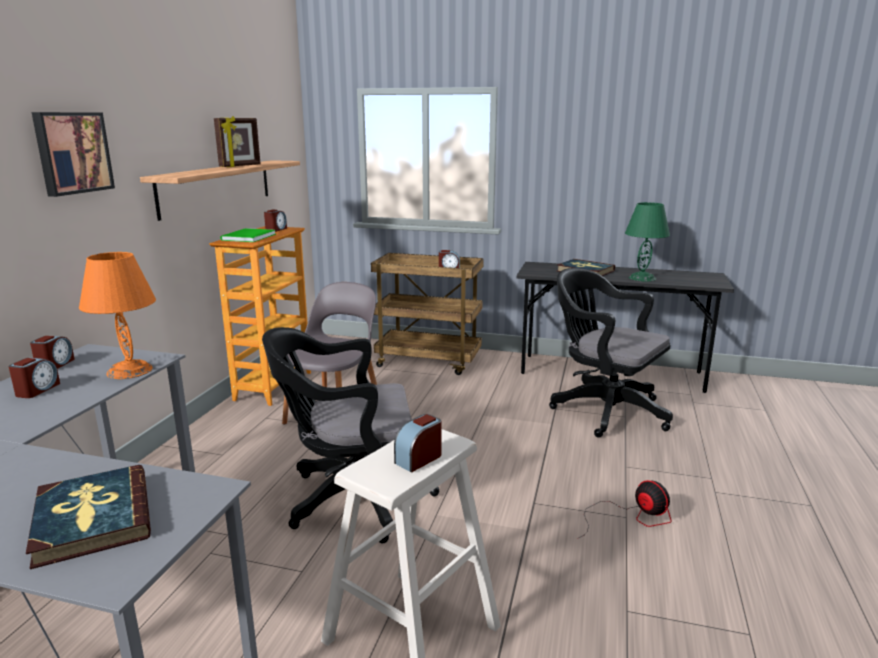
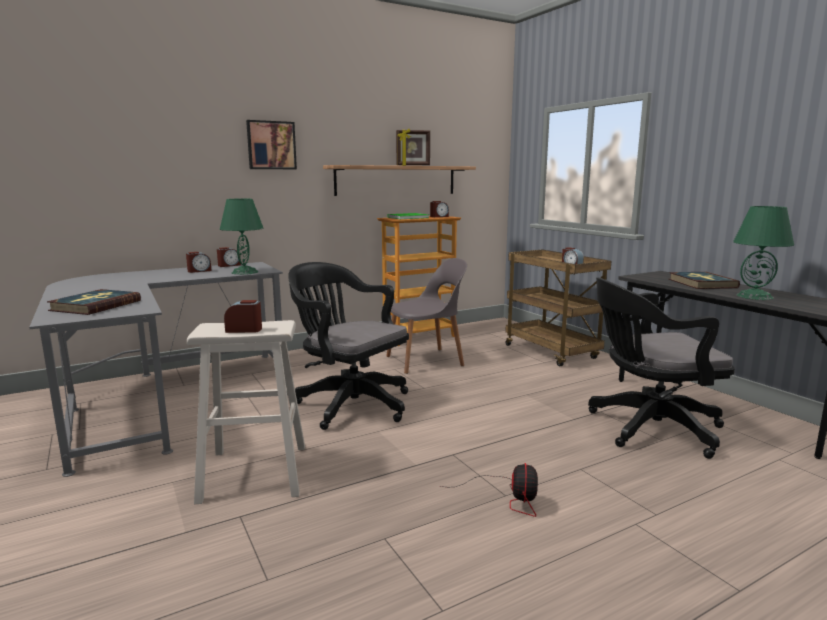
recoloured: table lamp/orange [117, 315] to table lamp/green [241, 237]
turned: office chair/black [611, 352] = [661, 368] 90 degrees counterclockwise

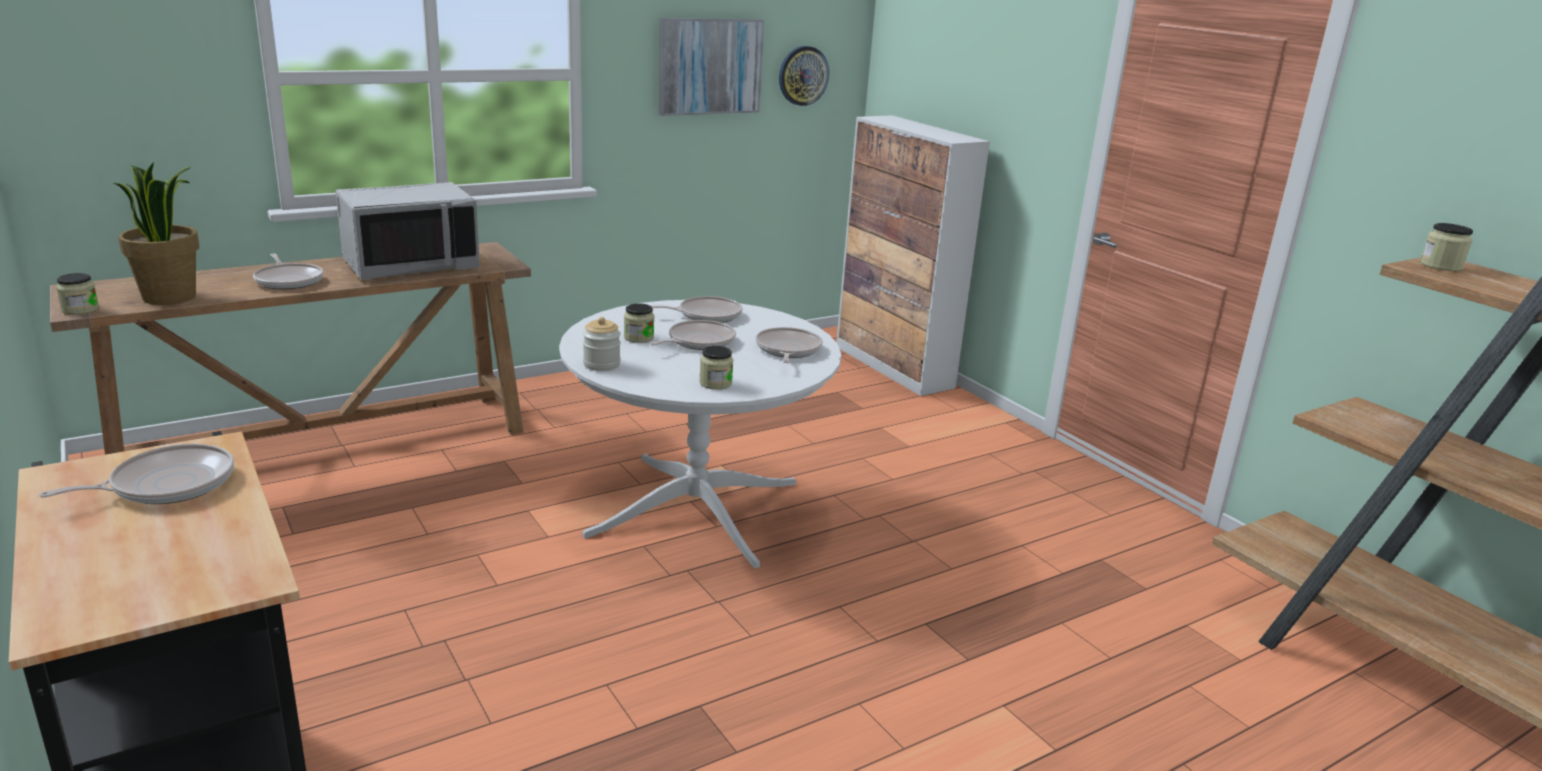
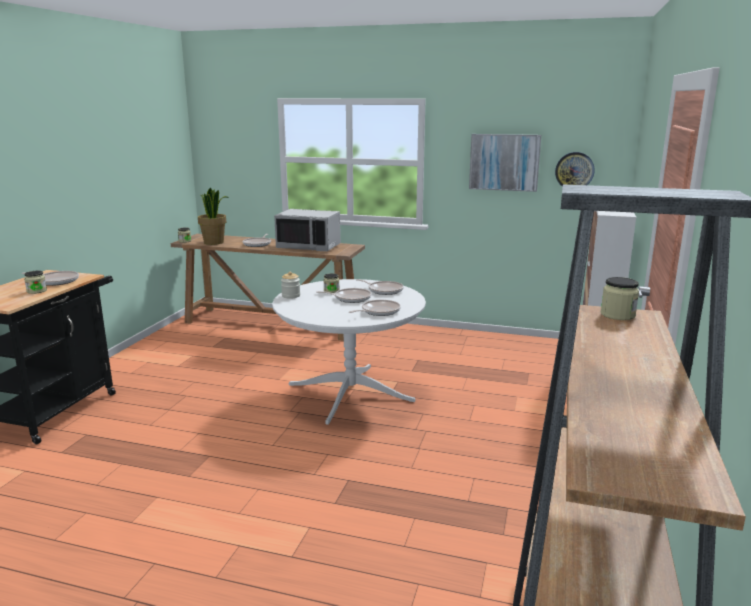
moved: jar [716, 368] to [35, 282]

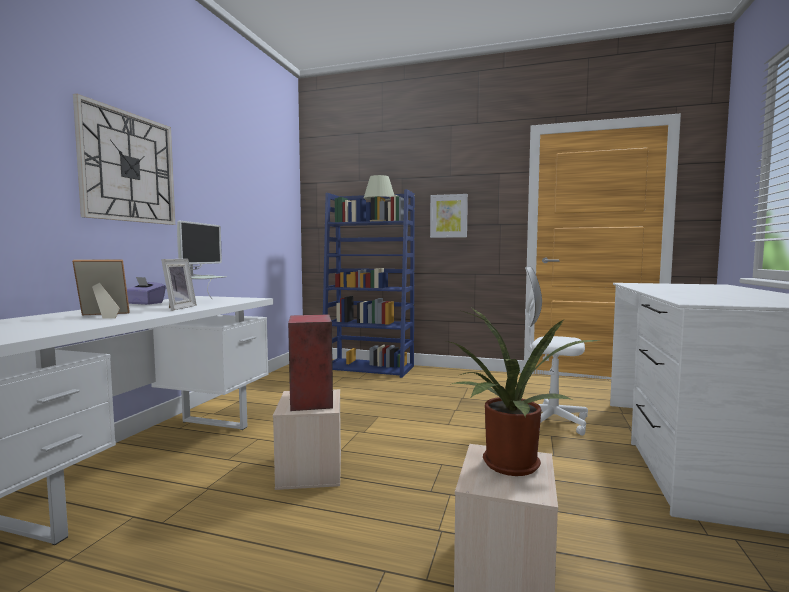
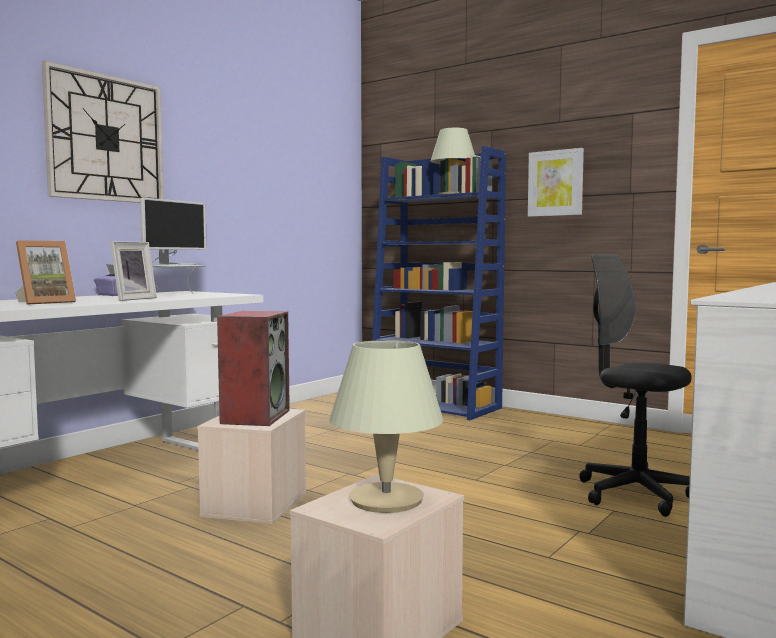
replaced: potted plant [524, 392] to table lamp/beige [386, 426]
recoloured: office chair/white [556, 351] to office chair/black [635, 386]
turned: picture frame [101, 289] = [45, 272] 135 degrees clockwise

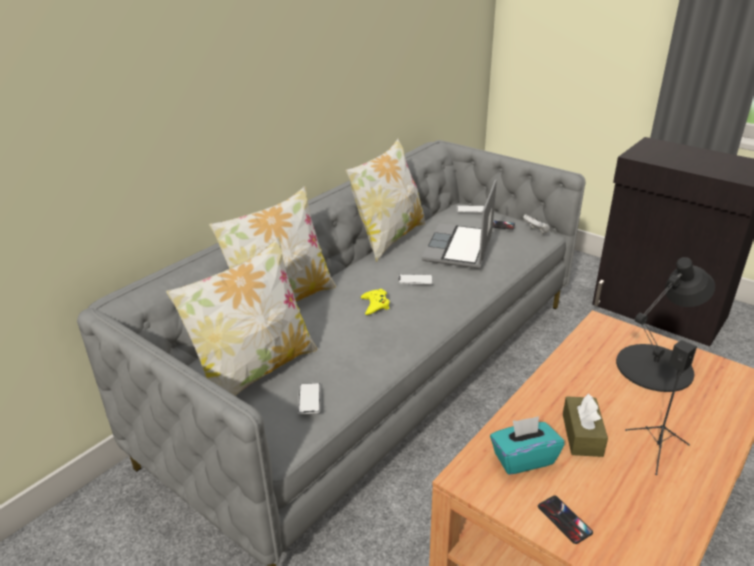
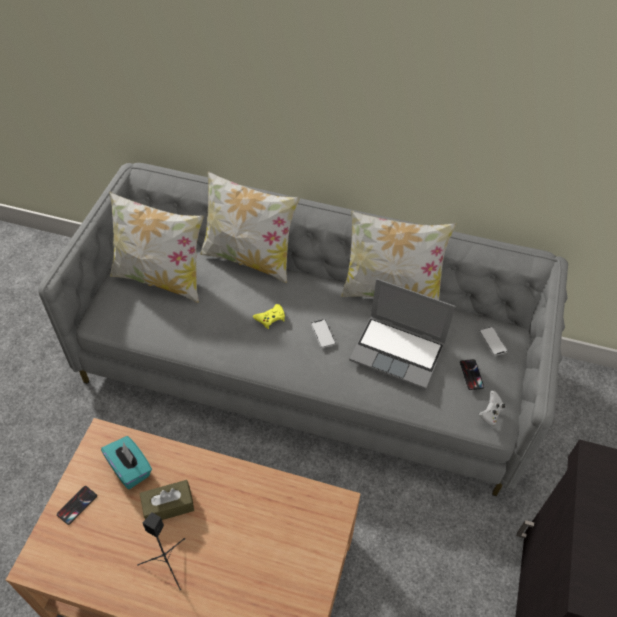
removed: phone [309, 398]; table lamp/black [665, 324]
turned: laptop [459, 224] = [402, 334] 150 degrees counterclockwise

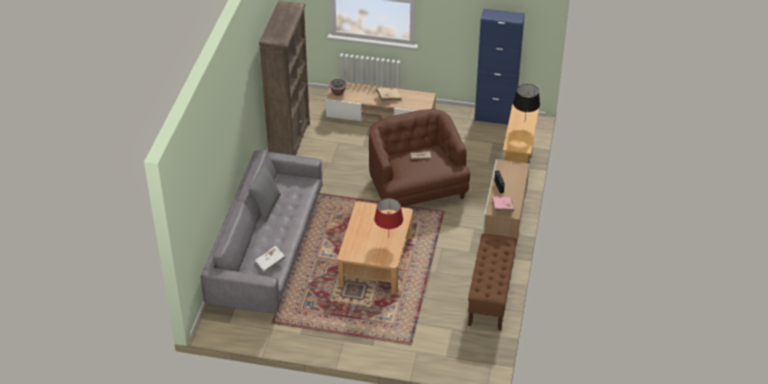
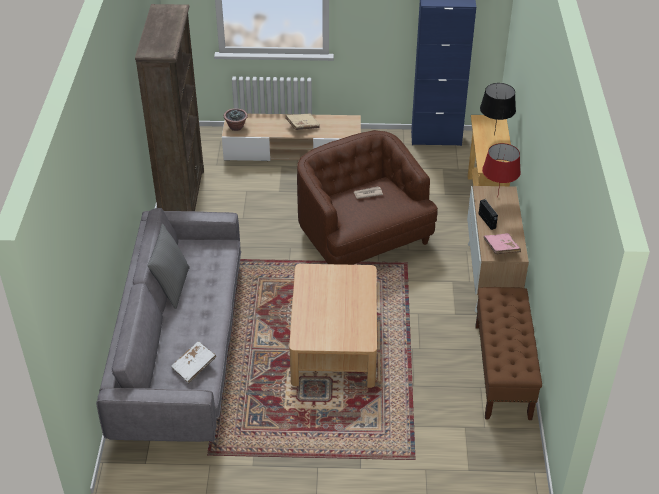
moved: table lamp/red [388, 213] to [501, 170]

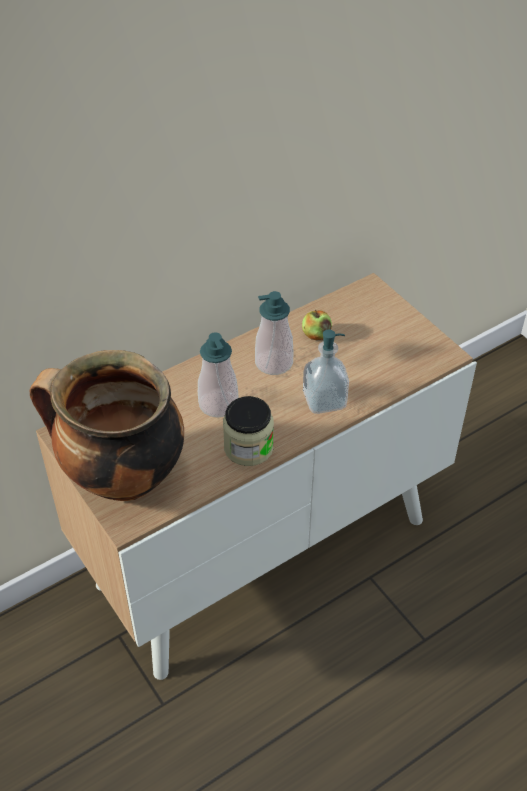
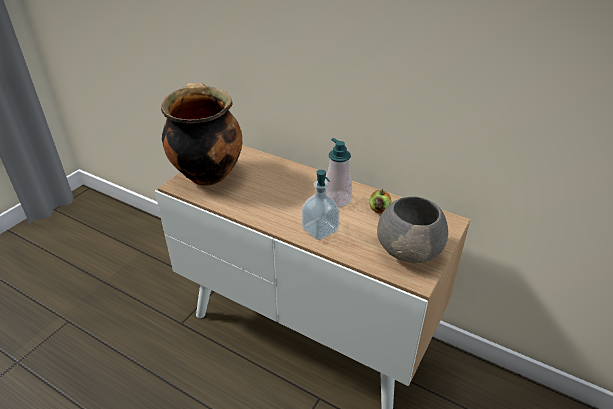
removed: soap dispenser [218, 375]; jar [248, 431]
added: bowl/grey [412, 229]

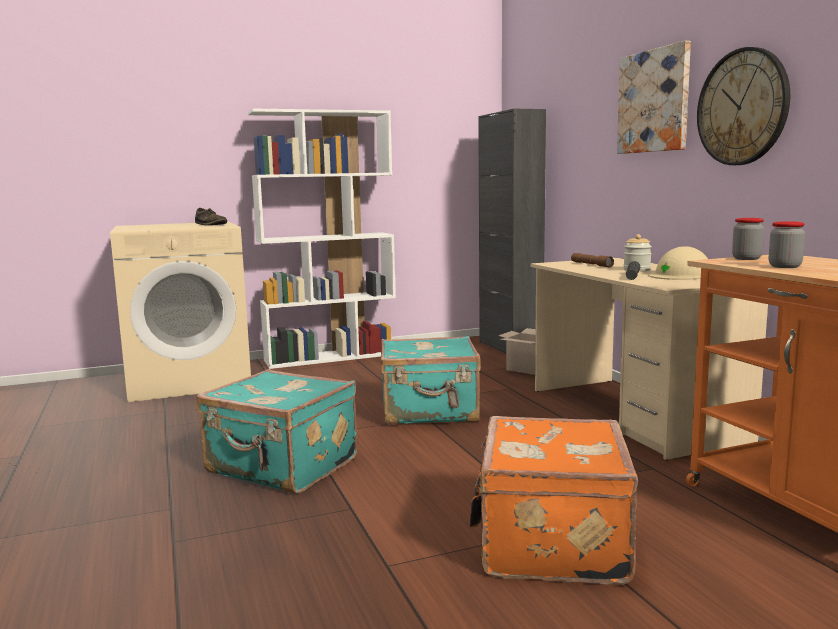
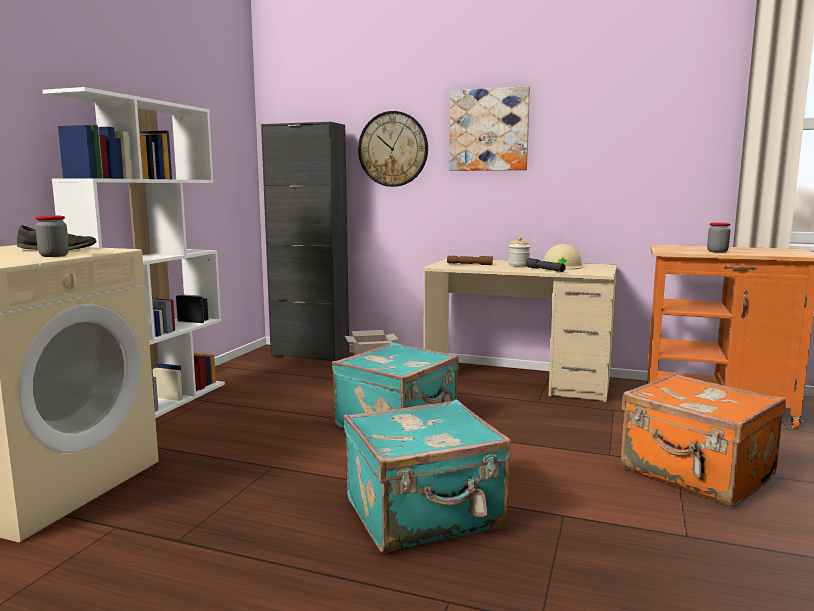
moved: wall clock [743, 106] to [393, 149]; jar [748, 239] to [52, 236]

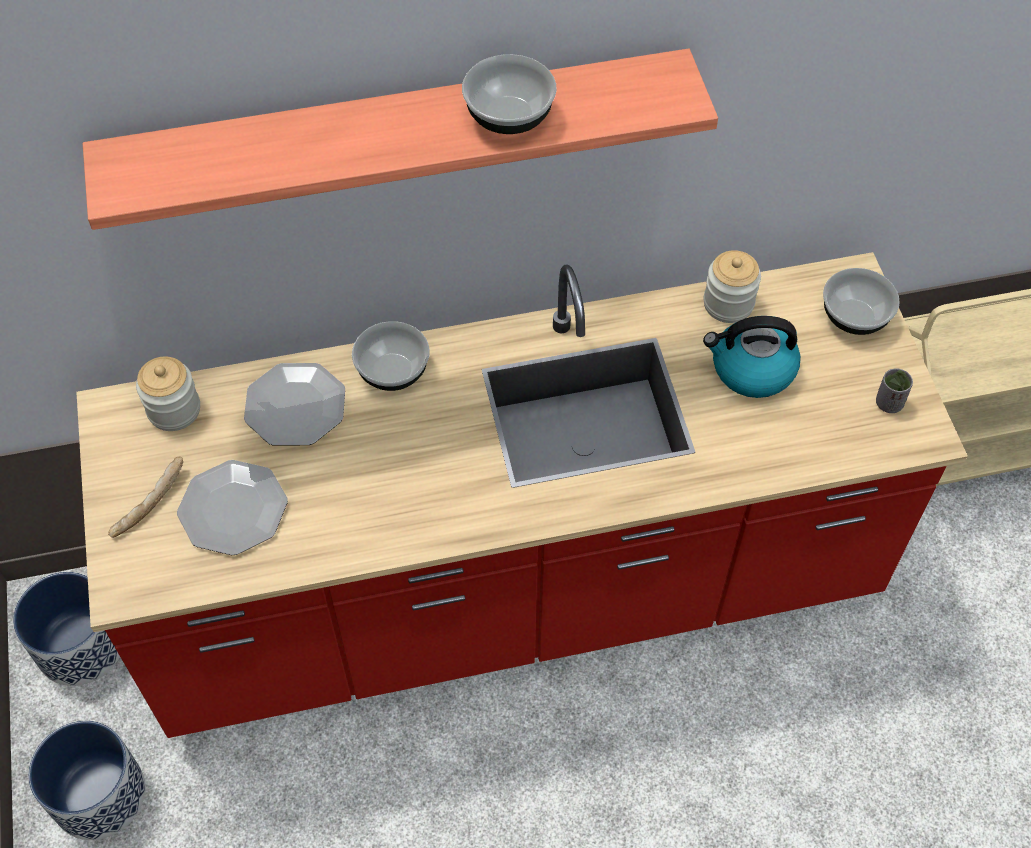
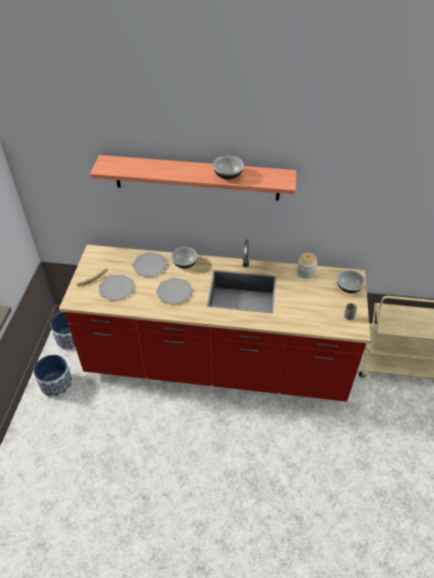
removed: jar [168, 394]; kettle [751, 357]
added: plate [174, 291]

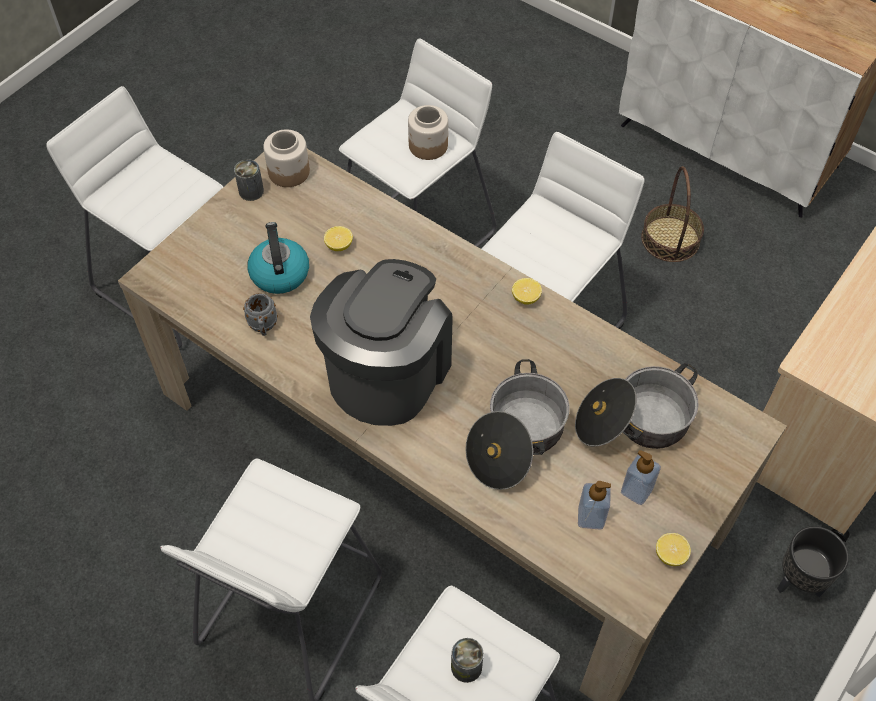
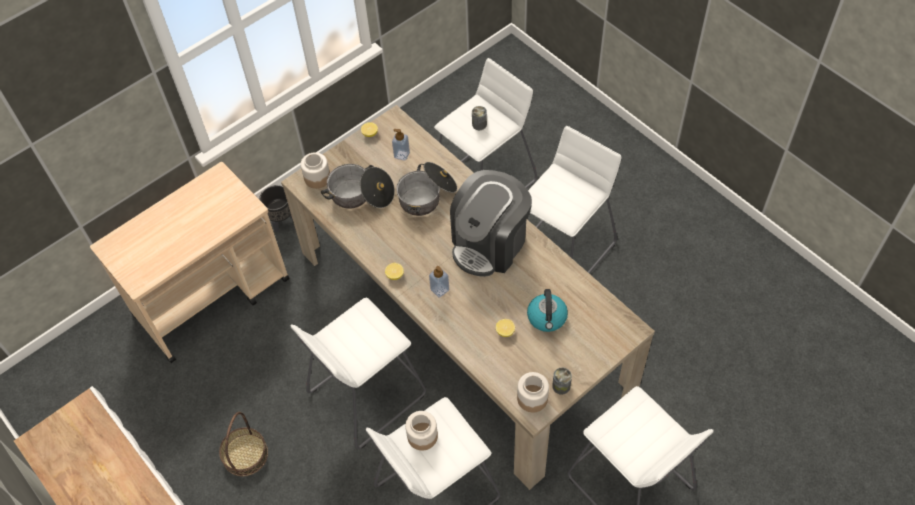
removed: mug/grey [260, 314]
added: jar [315, 170]
moved: soap dispenser [641, 477] to [439, 282]

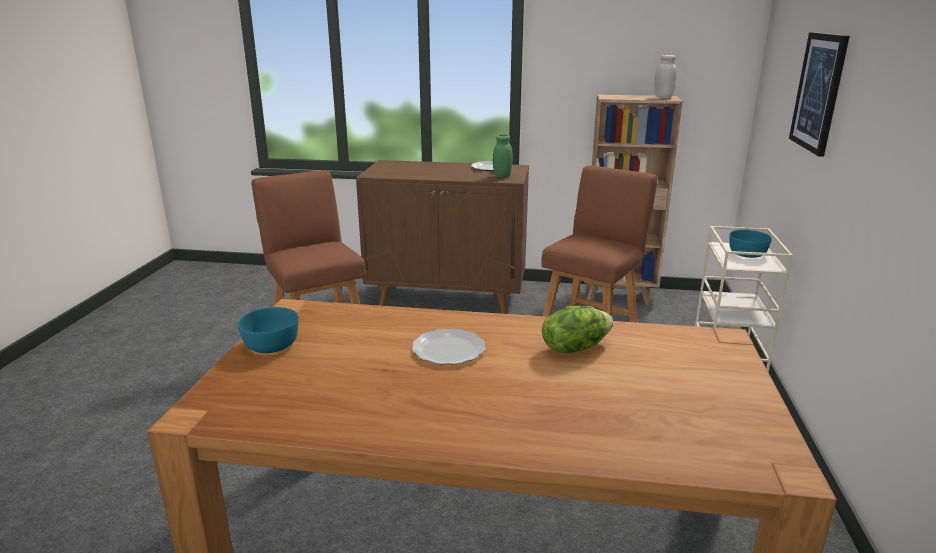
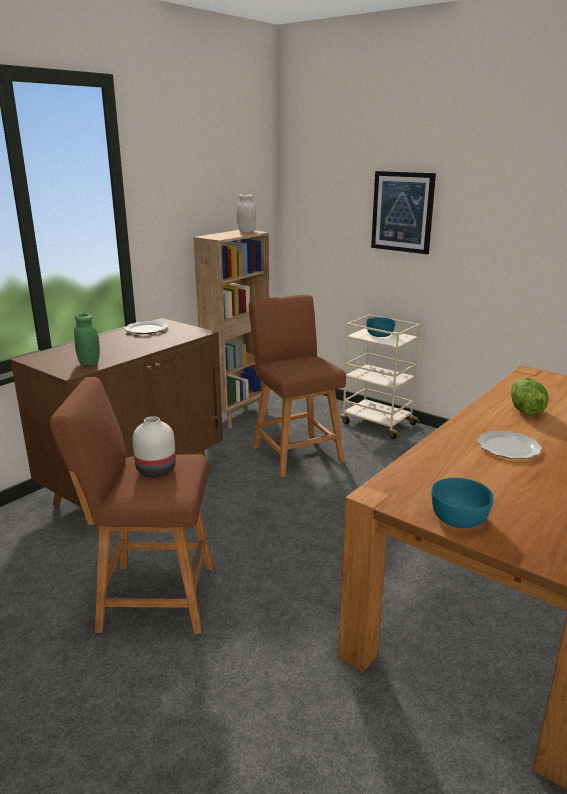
added: vase/white [154, 447]
moved: jar/green [503, 156] to [87, 339]

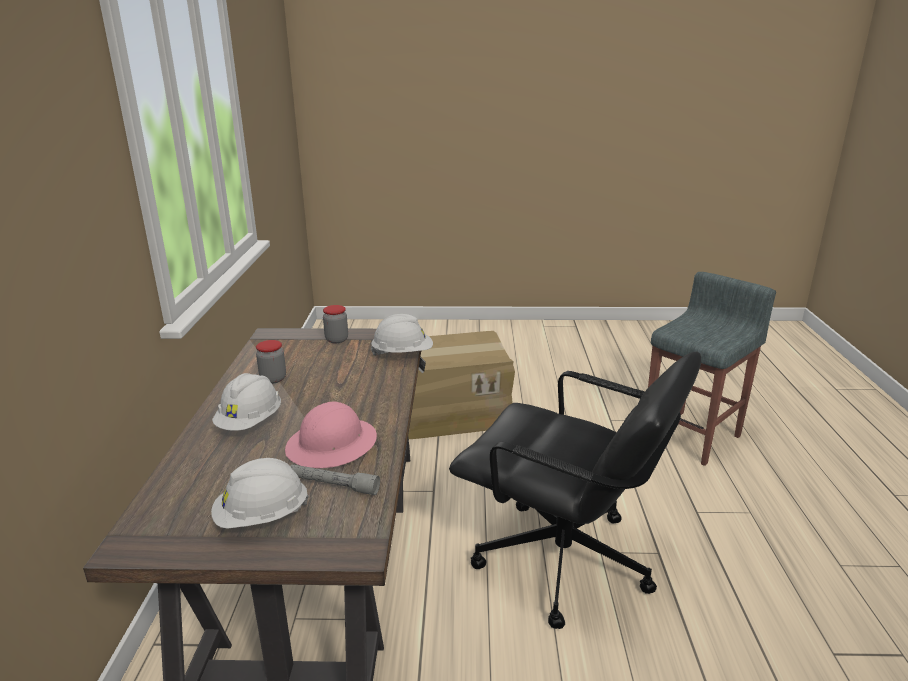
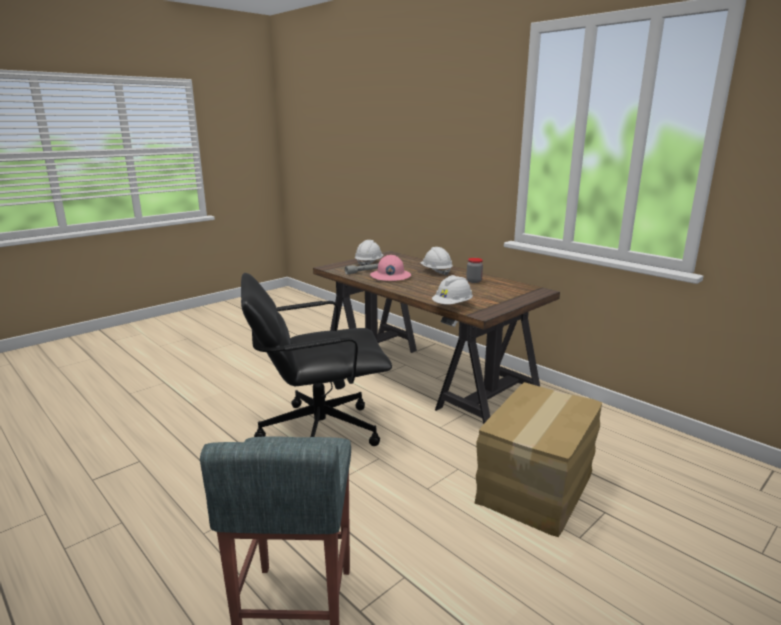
removed: jar [335, 324]

